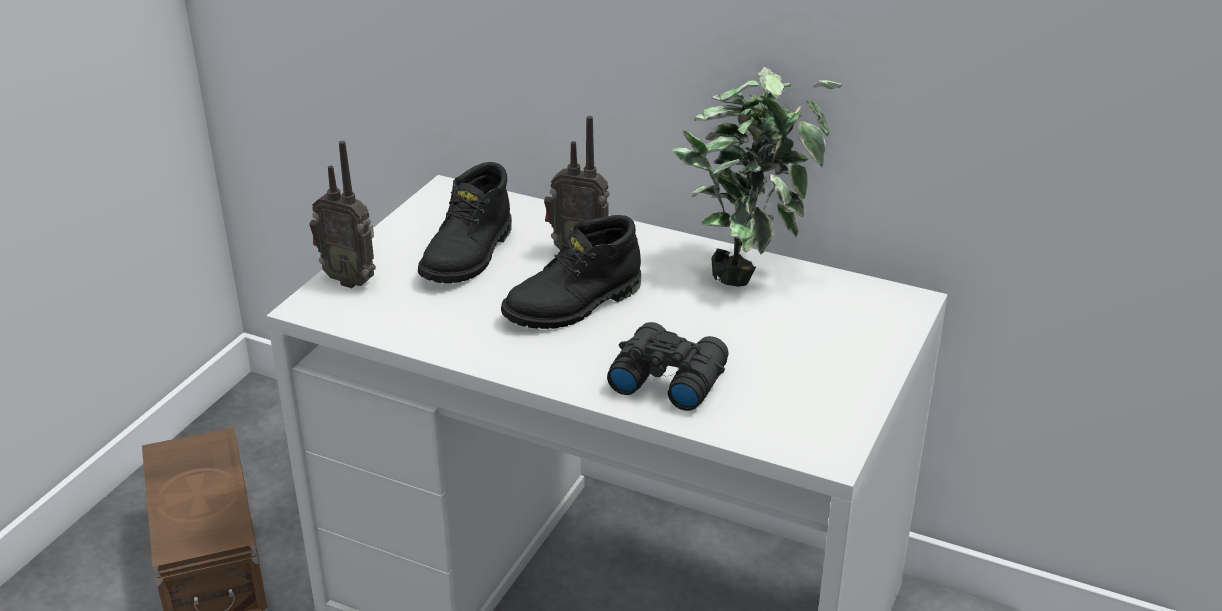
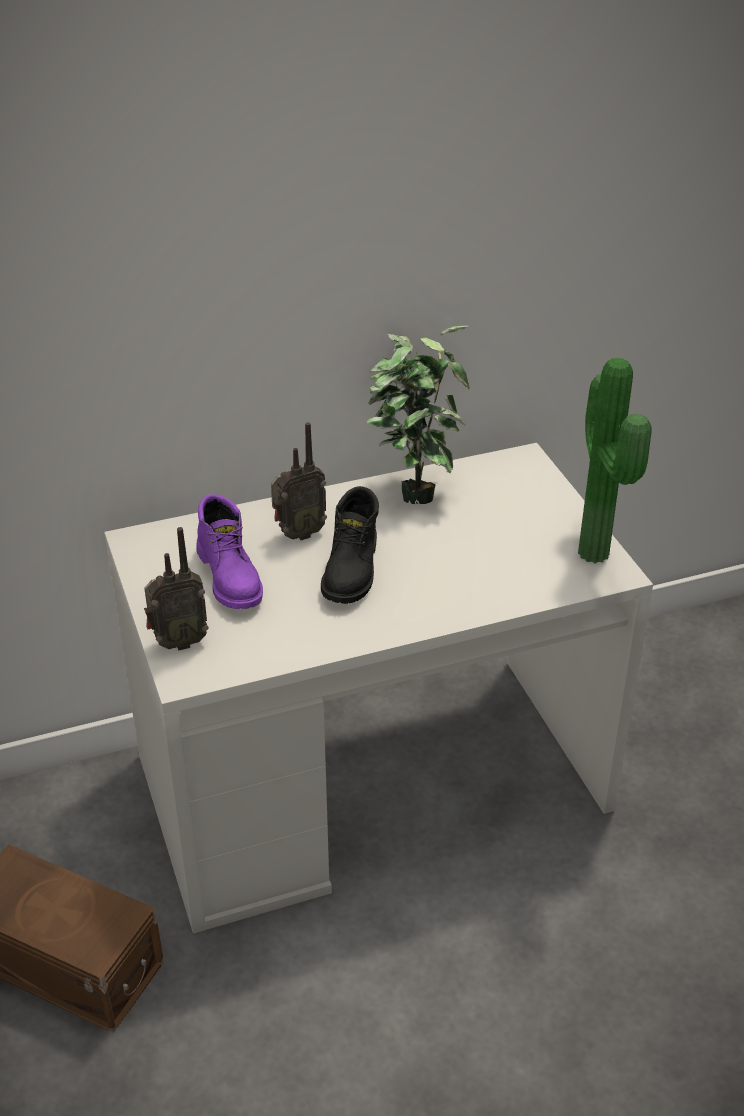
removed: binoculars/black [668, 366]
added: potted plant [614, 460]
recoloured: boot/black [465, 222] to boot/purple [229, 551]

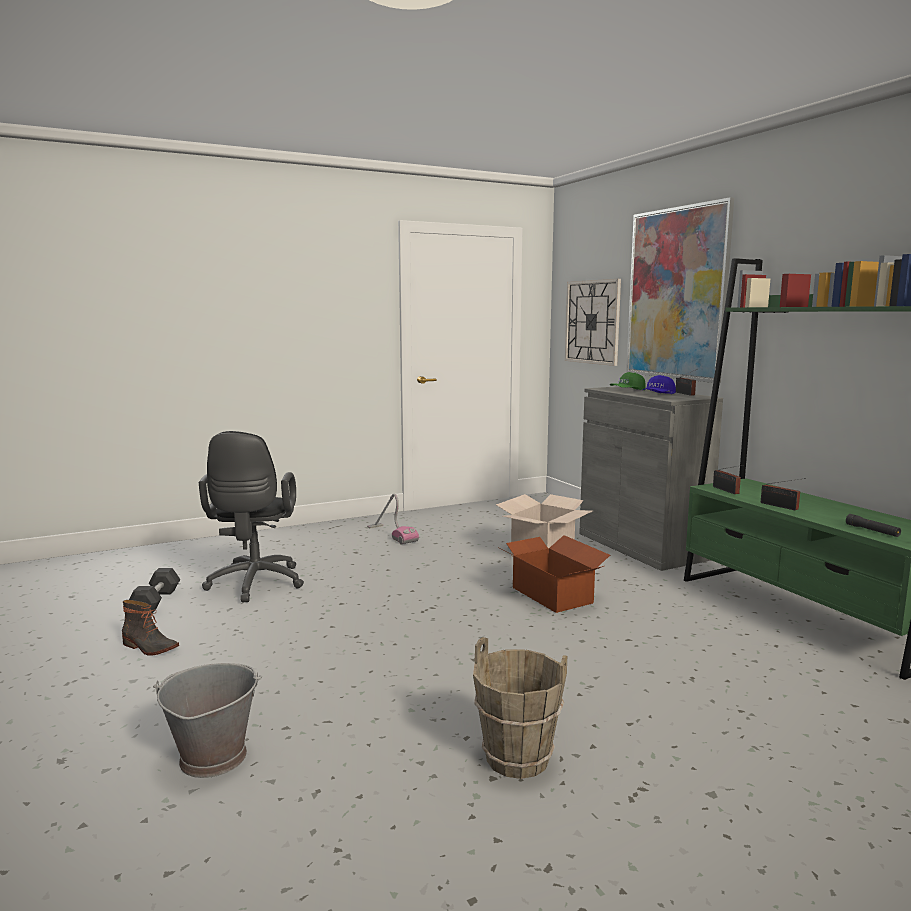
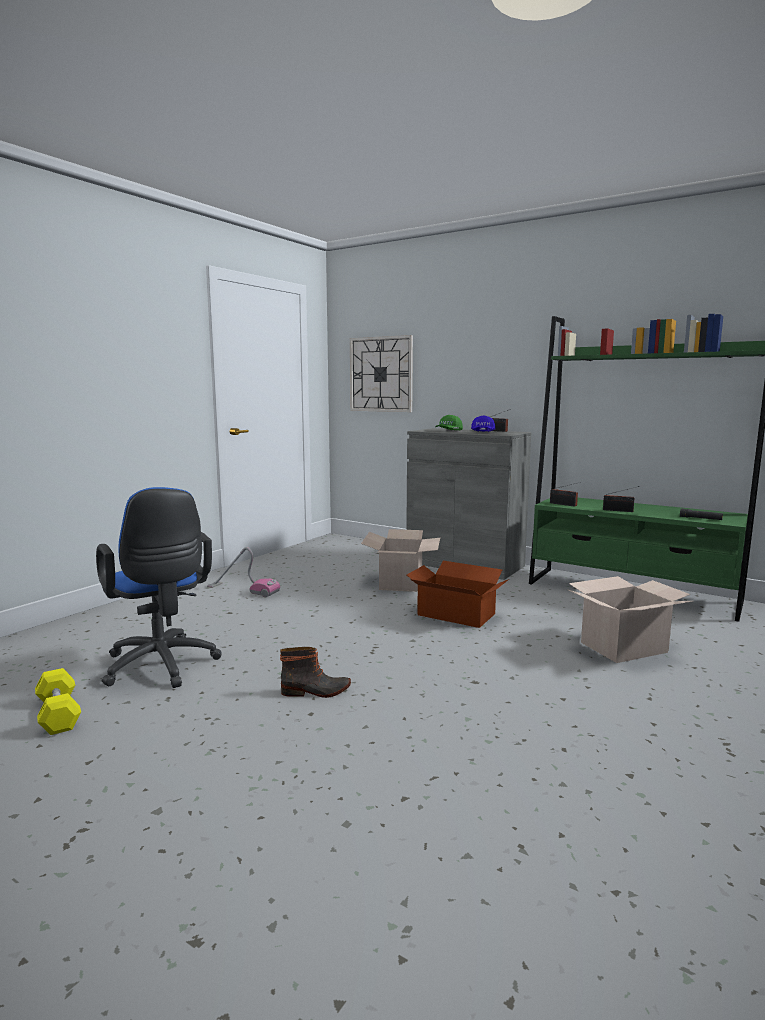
removed: bucket/grey [207, 720]; bucket/brown [520, 708]; picture [680, 290]
added: cardboard box [631, 619]
moved: boot [150, 628] to [315, 672]
recoloured: dumbbell/grey [154, 590] to dumbbell/yellow [58, 701]; office chair/black [251, 516] to office chair/blue [159, 587]

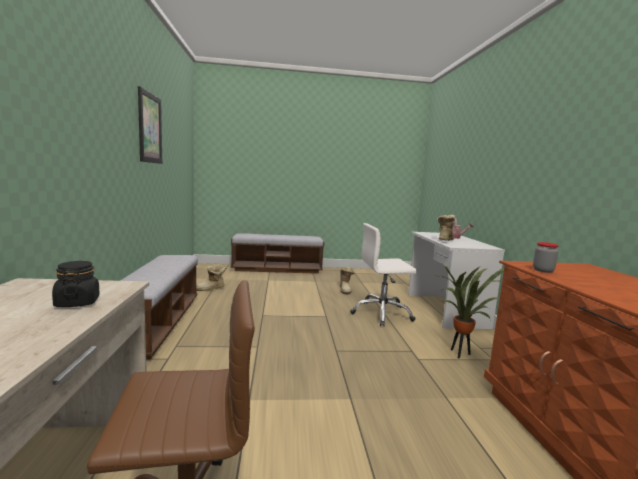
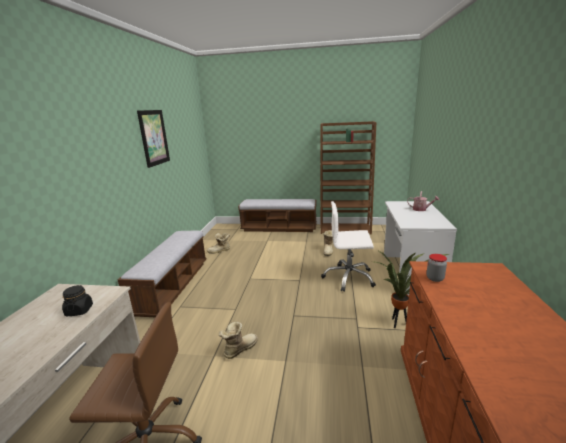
added: bookcase/brown [348, 178]
moved: boot [446, 228] to [238, 340]

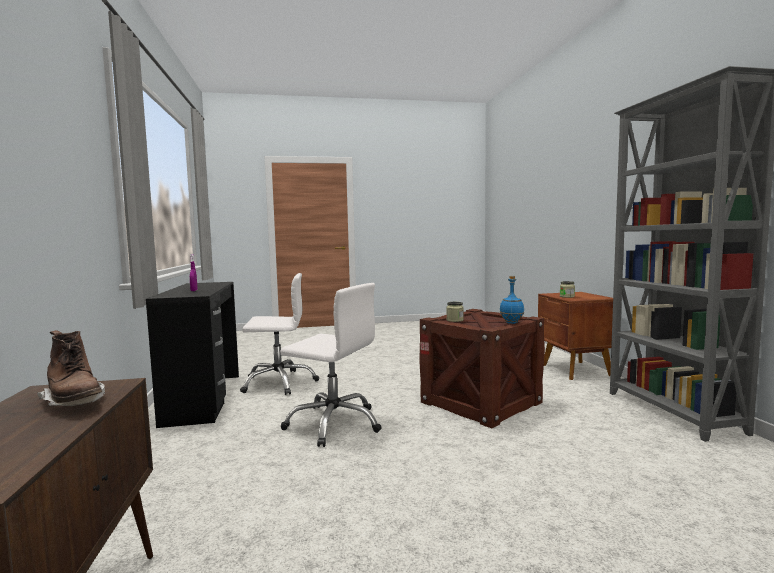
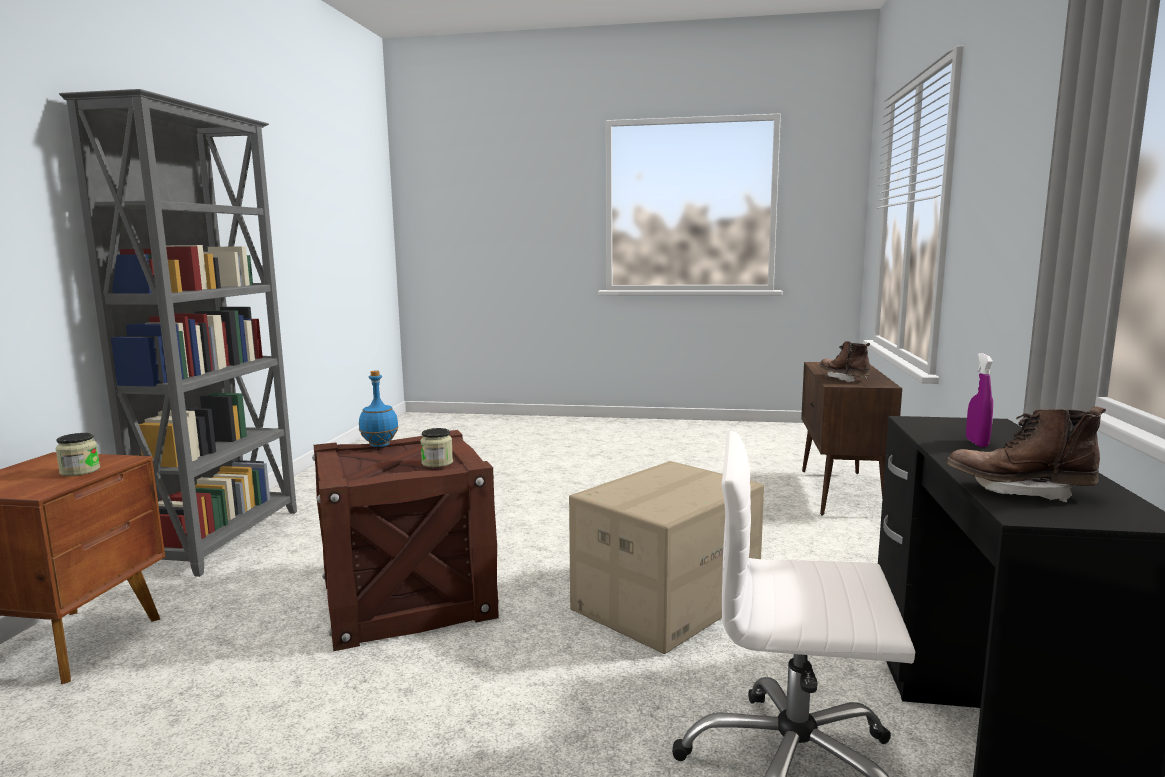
added: boot/brown [1026, 454]
replaced: office chair/white [331, 365] to cardboard box [666, 557]

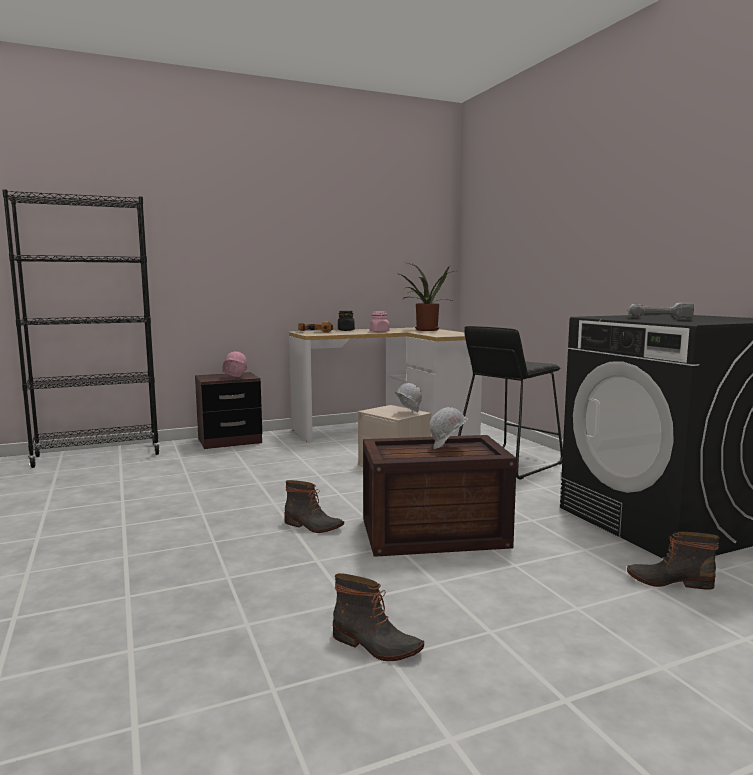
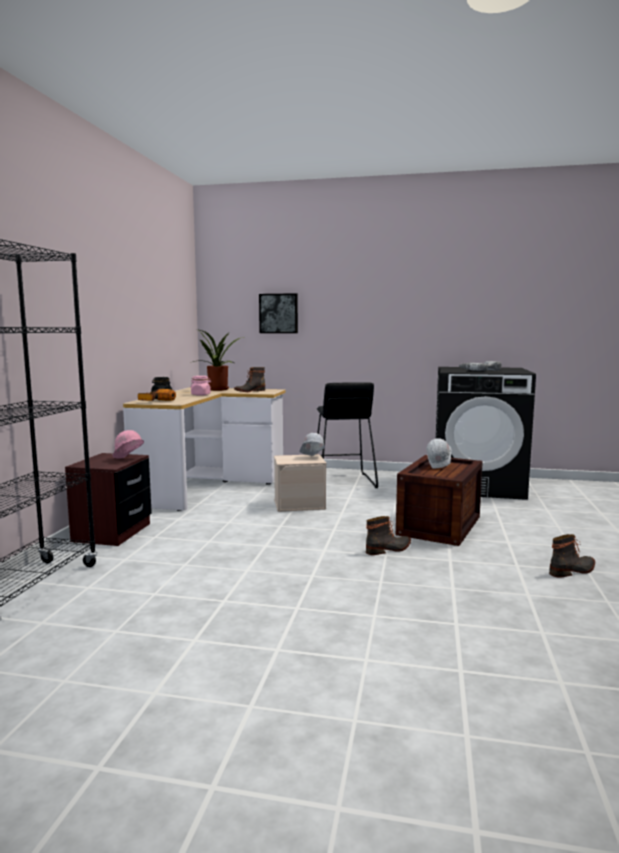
added: picture [278, 313]
moved: boot [673, 561] to [249, 379]

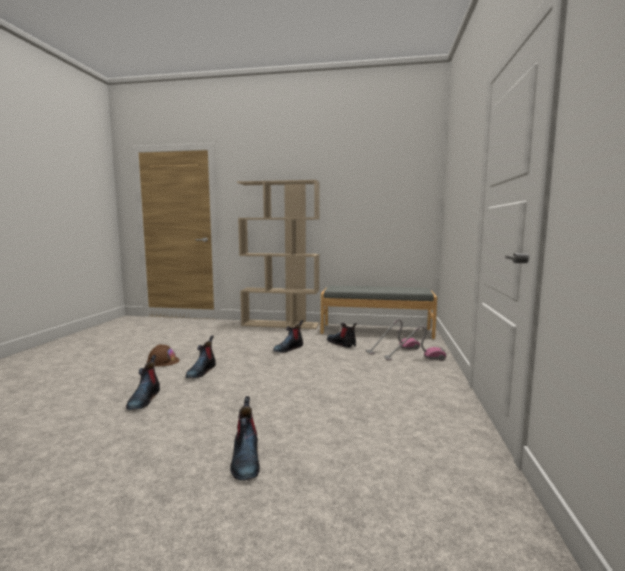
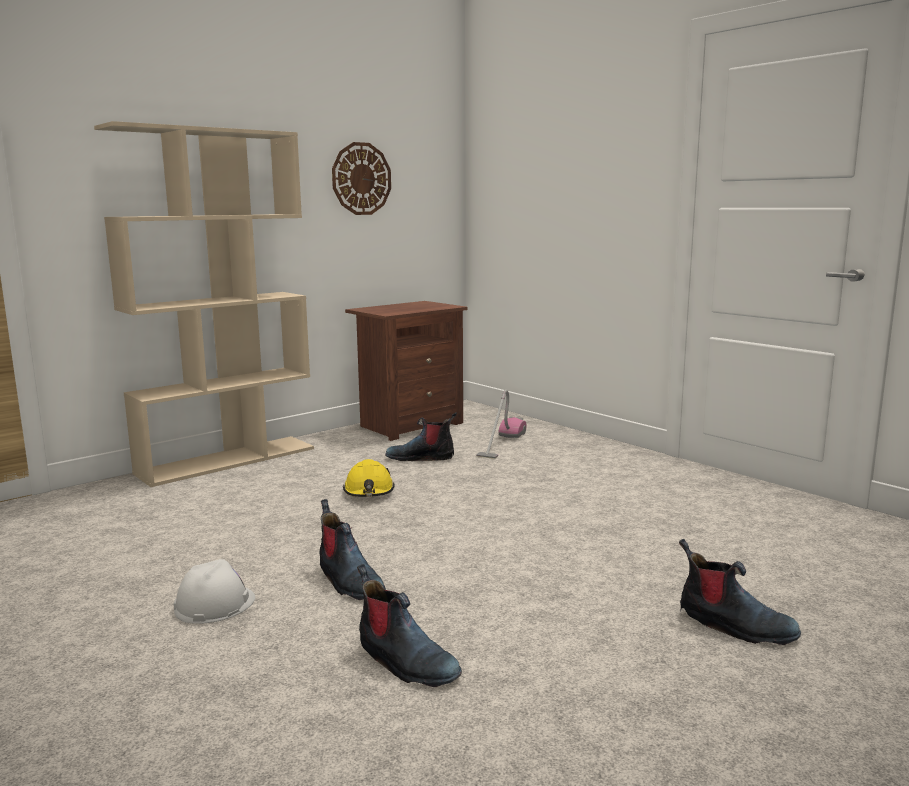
removed: vacuum cleaner [415, 343]
added: wall clock [361, 178]
replaced: boot [288, 336] to hard hat/yellow [369, 478]; bench/grey [379, 312] to nightstand/brown [406, 371]
recoloured: hard hat/brown [163, 355] to hard hat/white [214, 591]

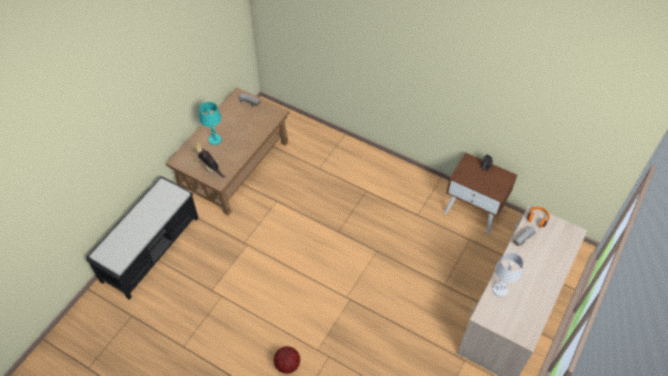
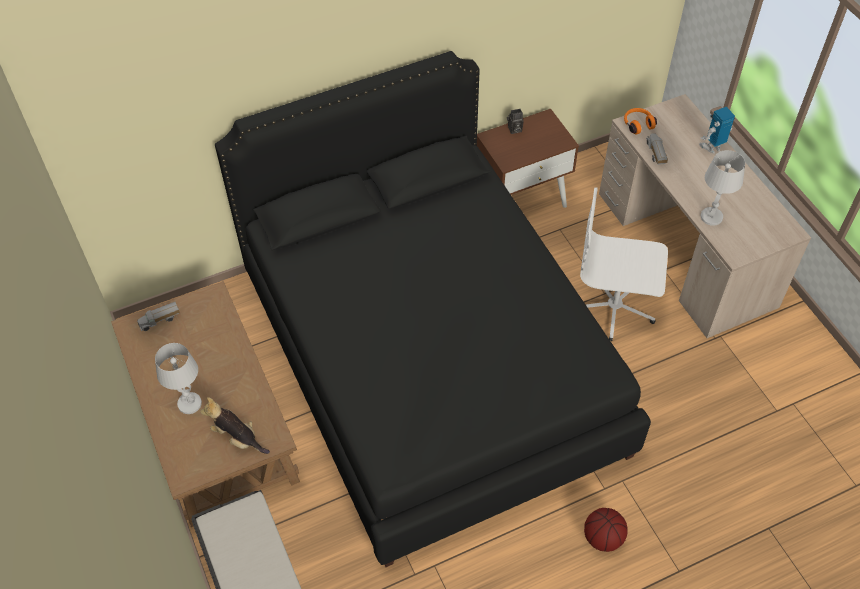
added: bed/black [433, 309]; office chair/white [624, 264]; toy robot [717, 130]
recoloured: table lamp/turquoise [210, 123] to table lamp/white [178, 378]
turned: plush toy [208, 159] = [235, 425] 45 degrees clockwise

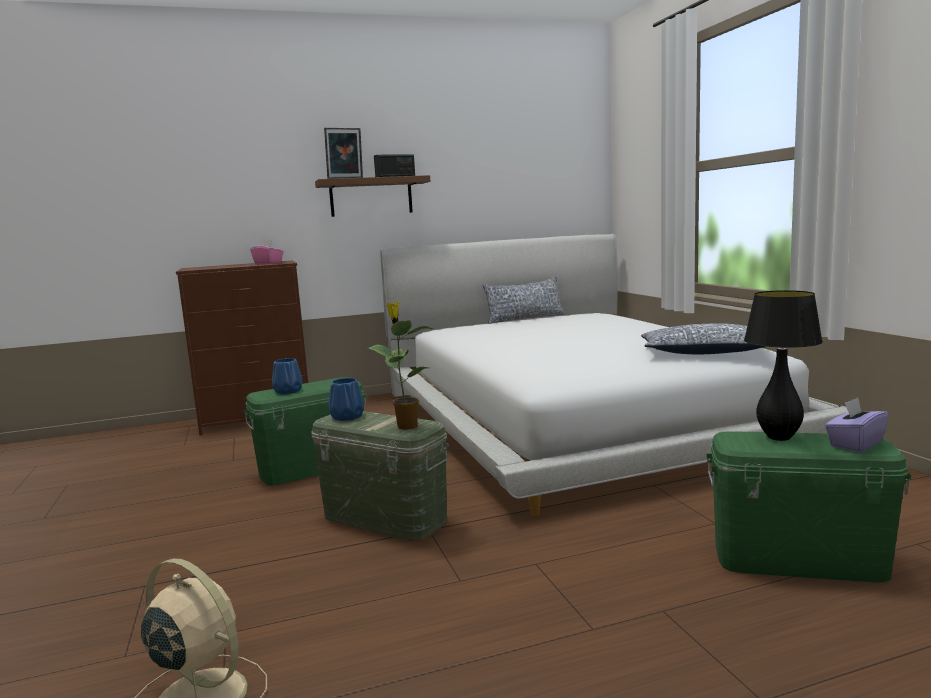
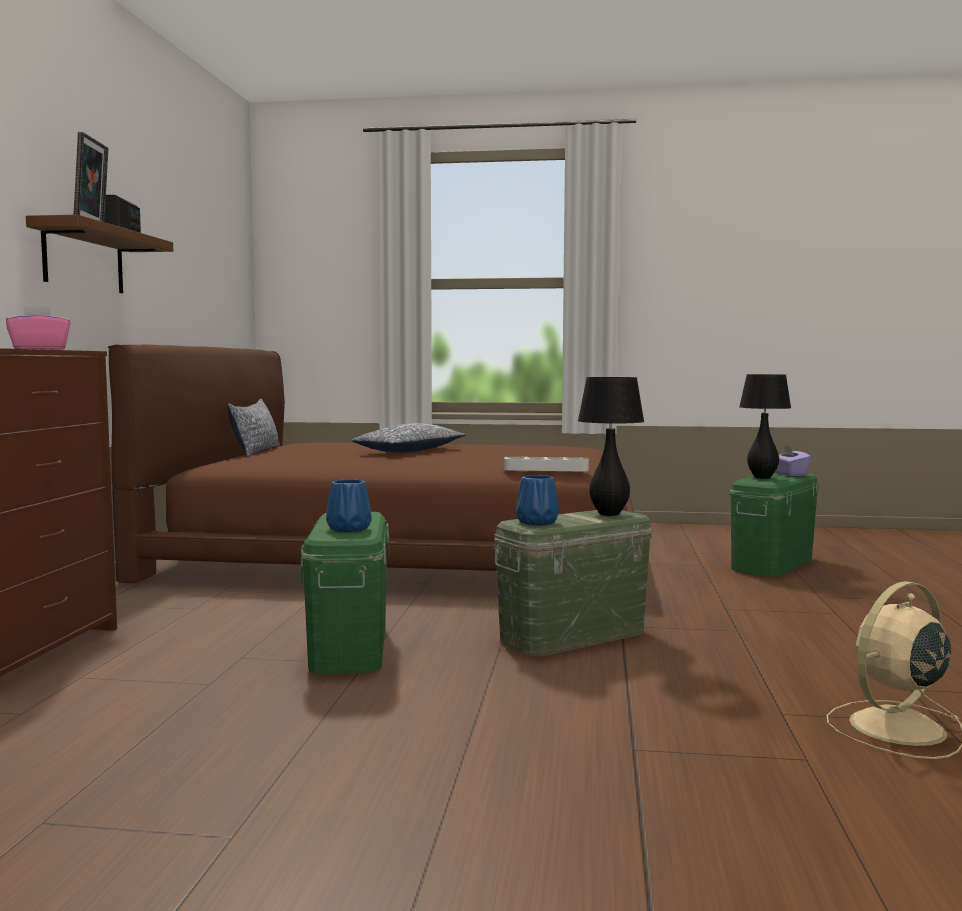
added: tray/grey [546, 464]
moved: pillow [703, 338] to [408, 438]
replaced: potted plant [400, 366] to table lamp/black [611, 446]
recoloured: bed/white [614, 375] to bed/brown [371, 463]

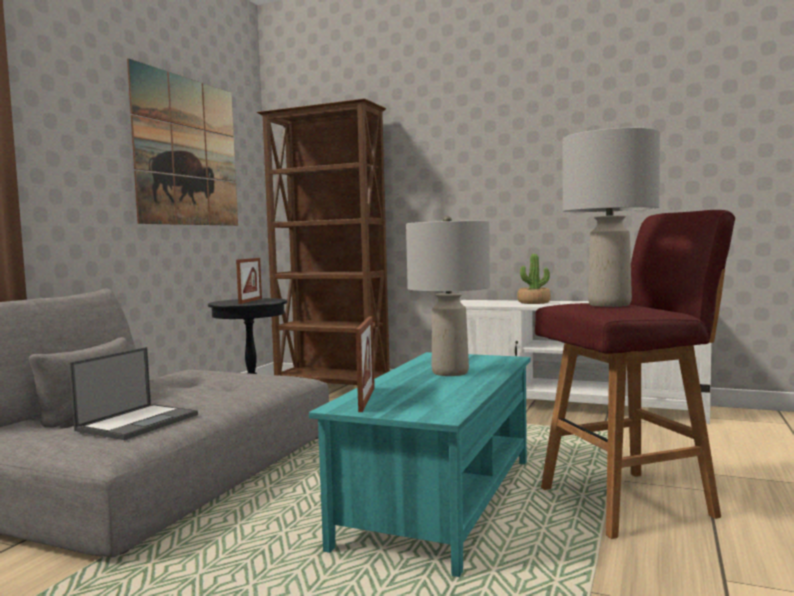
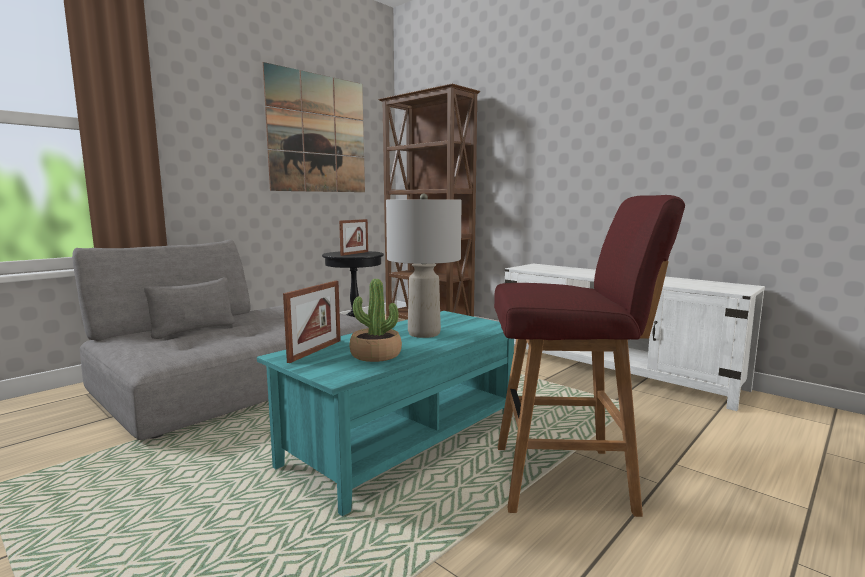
removed: laptop [133, 393]; table lamp/grey [611, 217]
moved: potted plant [534, 279] to [376, 320]

